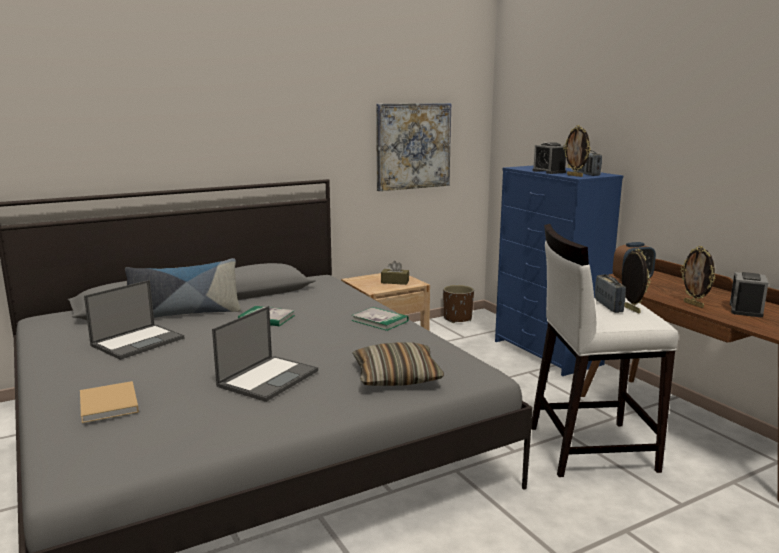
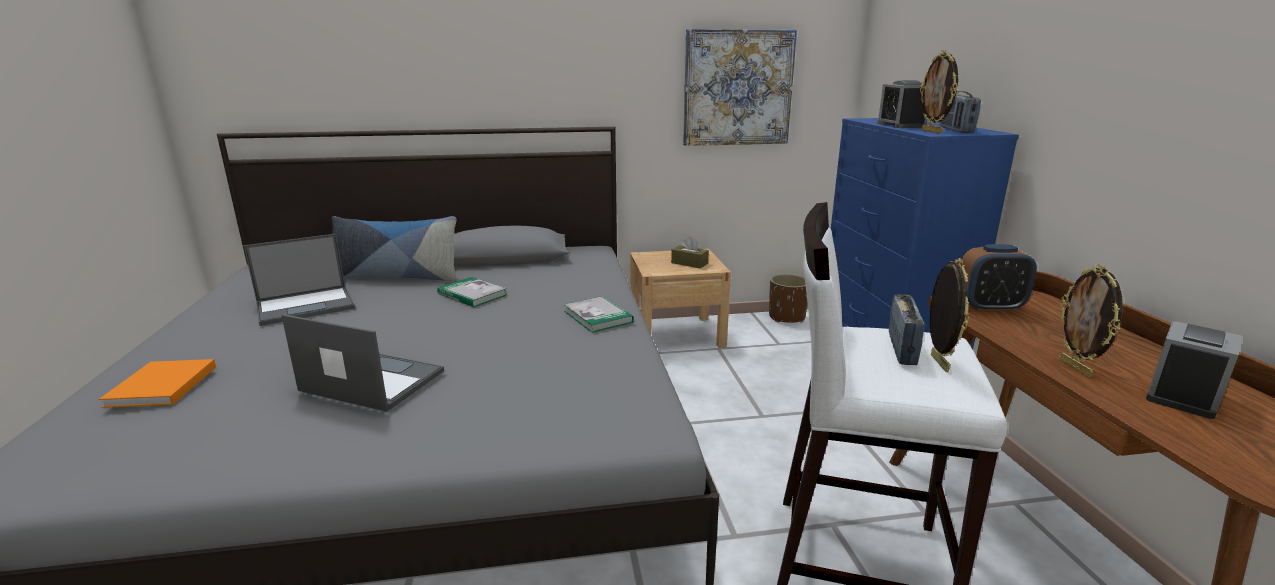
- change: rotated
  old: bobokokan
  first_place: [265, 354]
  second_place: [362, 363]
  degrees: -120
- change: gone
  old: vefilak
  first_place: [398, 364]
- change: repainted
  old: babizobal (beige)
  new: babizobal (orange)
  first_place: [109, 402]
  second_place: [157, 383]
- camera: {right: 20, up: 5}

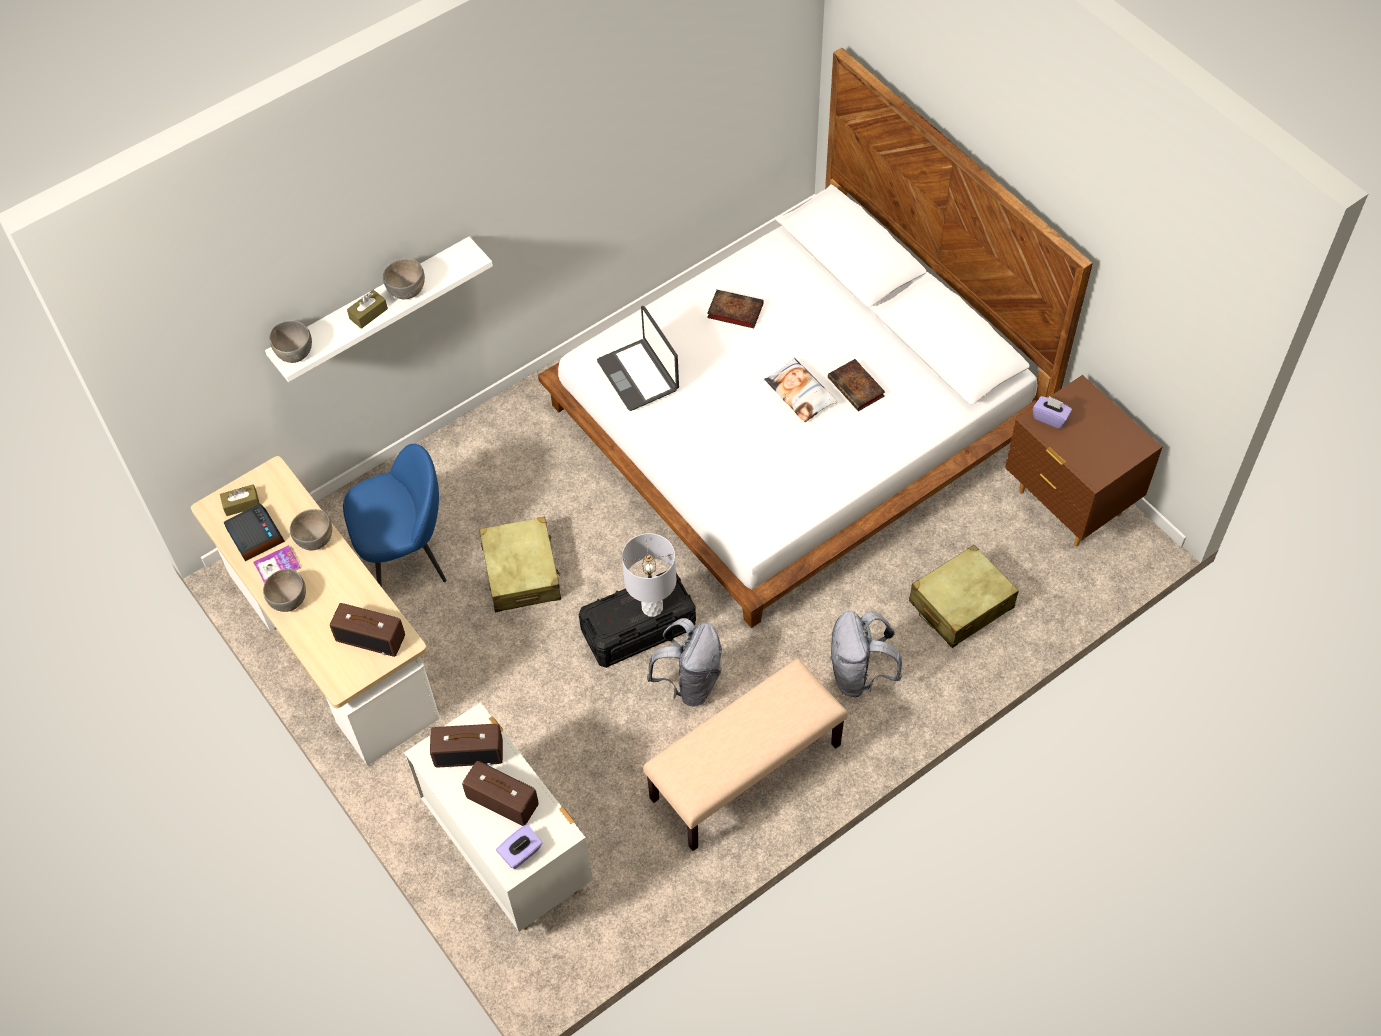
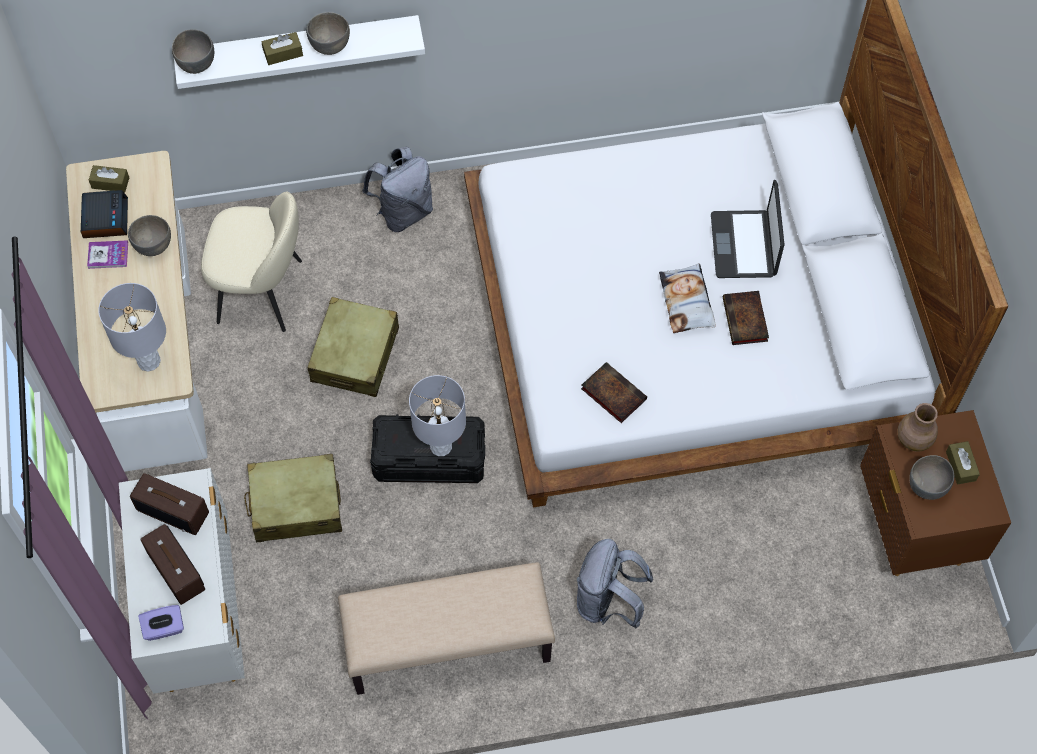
- change: shifted
  old: babizobal
  first_place: [735, 308]
  second_place: [614, 392]
- change: shifted
  old: bobokokan
  first_place: [638, 358]
  second_place: [748, 229]
- change: swapped
  old: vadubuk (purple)
  new: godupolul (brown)
  first_place: [1052, 412]
  second_place: [918, 427]
- change: repainted
  old: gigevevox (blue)
  new: gigevevox (beige)
  first_place: [395, 515]
  second_place: [251, 262]
- change: shifted
  old: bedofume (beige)
  first_place: [964, 596]
  second_place: [293, 498]
- change: shifted
  old: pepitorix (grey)
  first_place: [284, 590]
  second_place: [931, 477]
- change: swapped
  old: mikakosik
  new: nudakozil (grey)
  first_place: [367, 630]
  second_place: [132, 327]
- change: shifted
  old: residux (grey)
  first_place: [684, 662]
  second_place: [397, 189]
- change: new
  new: vadubuk (brown)
  second_place: [963, 462]
- camera: {right: 25, up: 5}

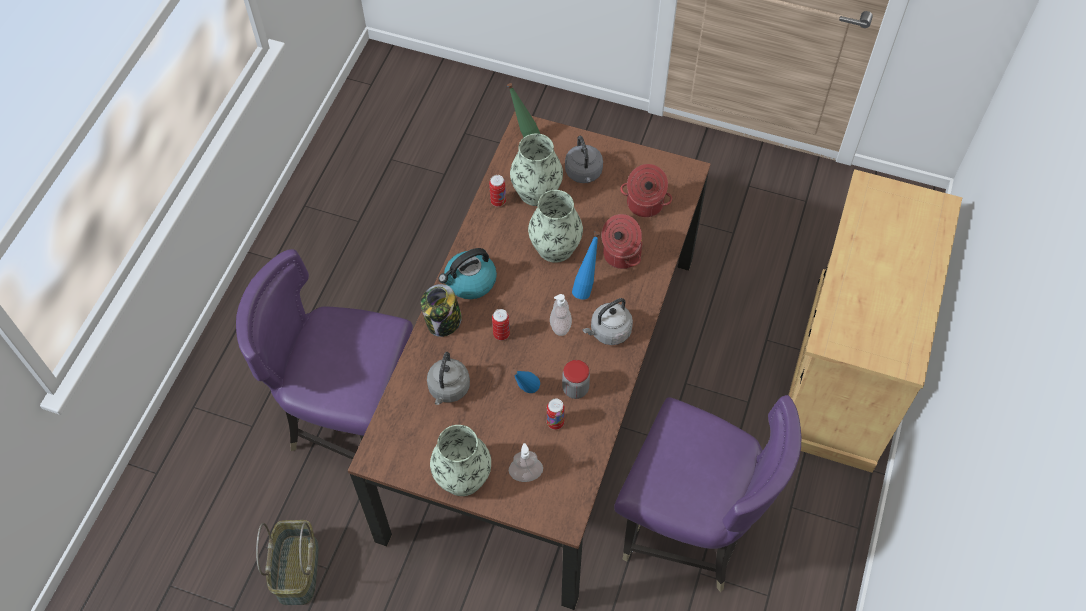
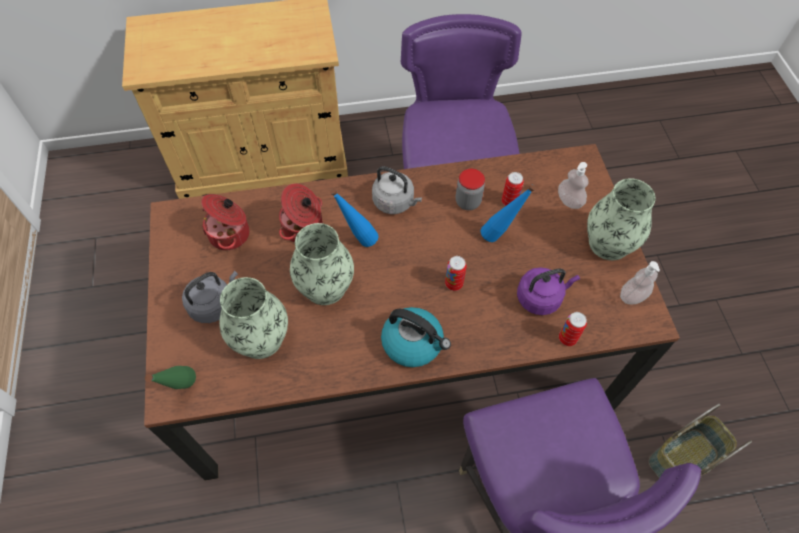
- change: shifted
  old: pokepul
  first_place: [497, 191]
  second_place: [573, 329]
- change: gone
  old: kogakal
  first_place: [441, 310]
- change: shifted
  old: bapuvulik
  first_place: [561, 315]
  second_place: [640, 282]
- change: repainted
  old: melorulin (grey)
  new: melorulin (purple)
  first_place: [448, 378]
  second_place: [548, 291]
- camera: {right: -120, up: 0}

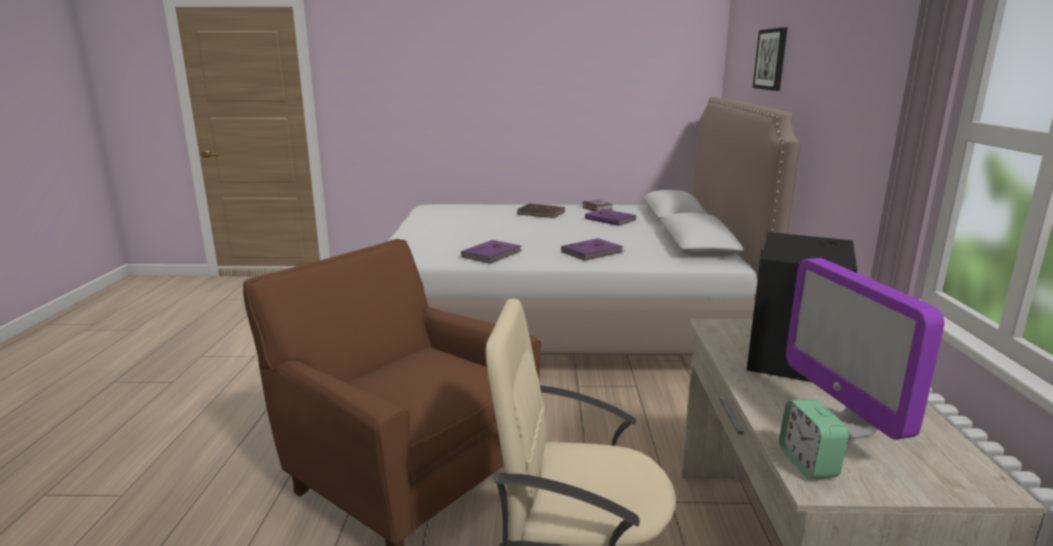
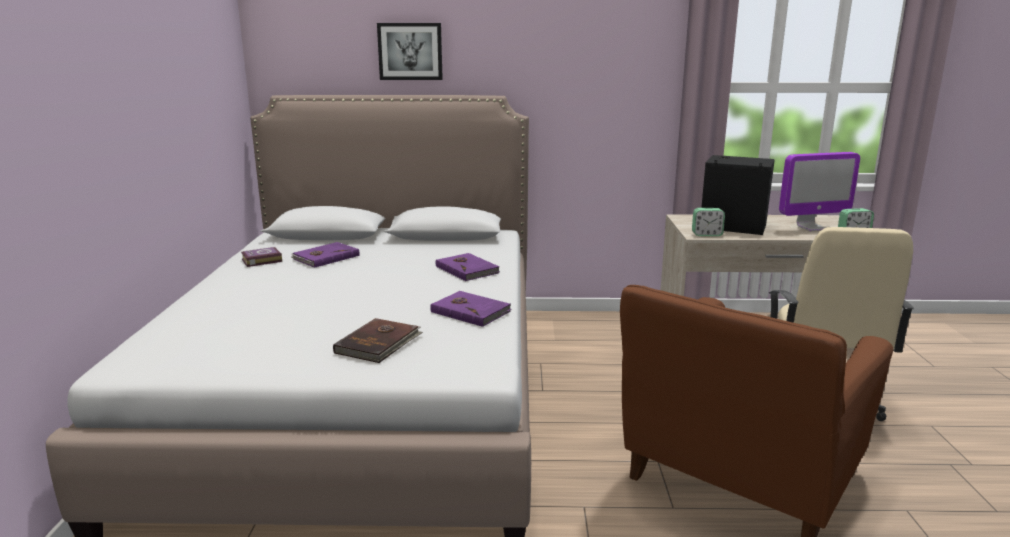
- change: shifted
  old: babizobal (brown)
  first_place: [541, 211]
  second_place: [378, 340]
- change: new
  new: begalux
  second_place: [708, 222]
- camera: {right: -90, up: 0}

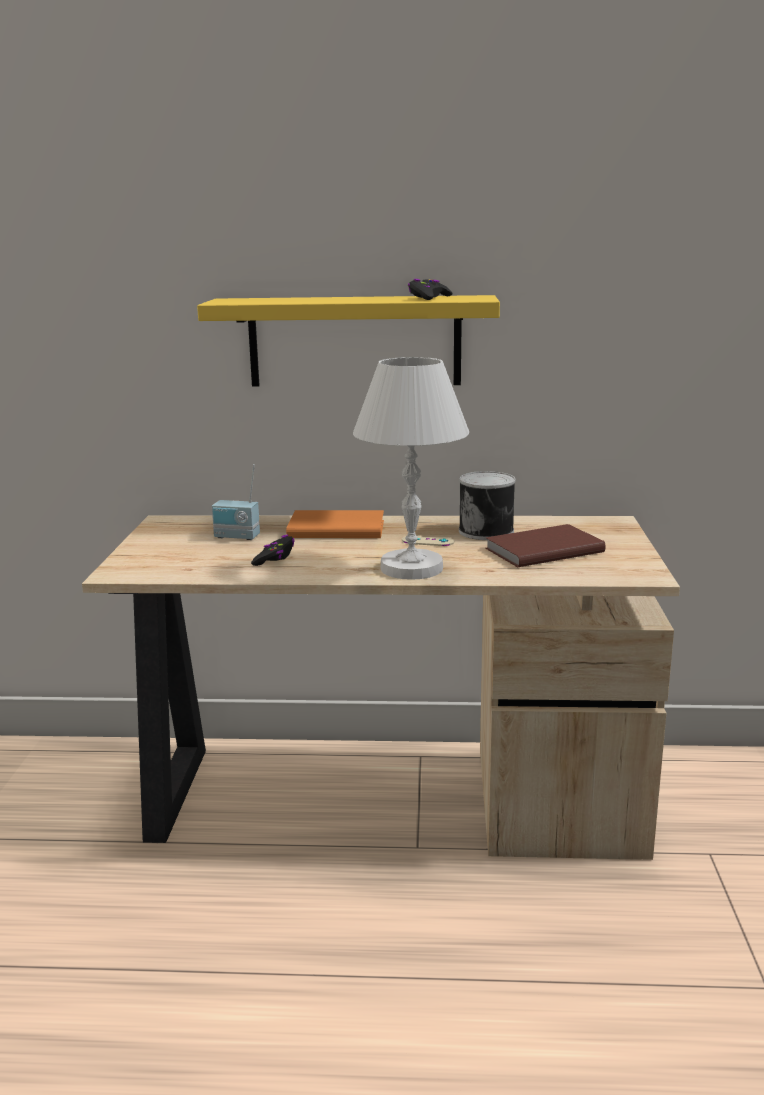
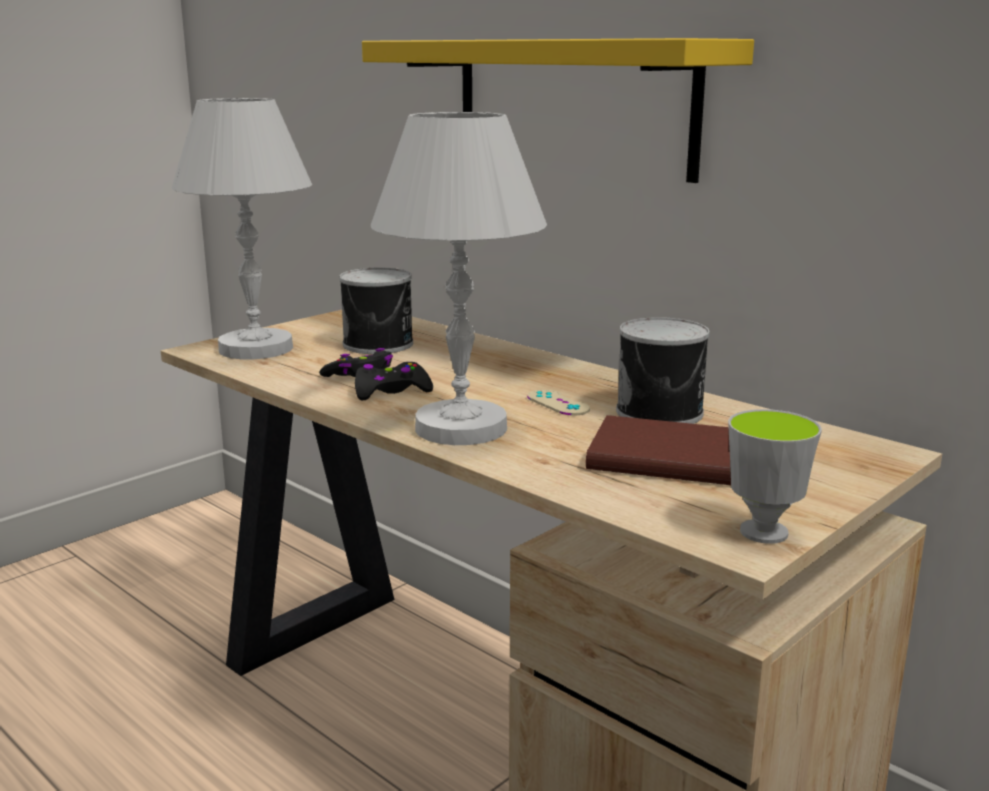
- change: shifted
  old: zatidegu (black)
  first_place: [430, 289]
  second_place: [394, 381]
- change: swapped
  old: mikakosik
  new: pokepul
  first_place: [236, 502]
  second_place: [376, 311]
- change: gone
  old: babizobal (orange)
  first_place: [335, 524]
- change: new
  new: nudakozil (white)
  second_place: [242, 228]
- change: new
  new: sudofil
  second_place: [775, 476]
- camera: {right: 40, up: 0}

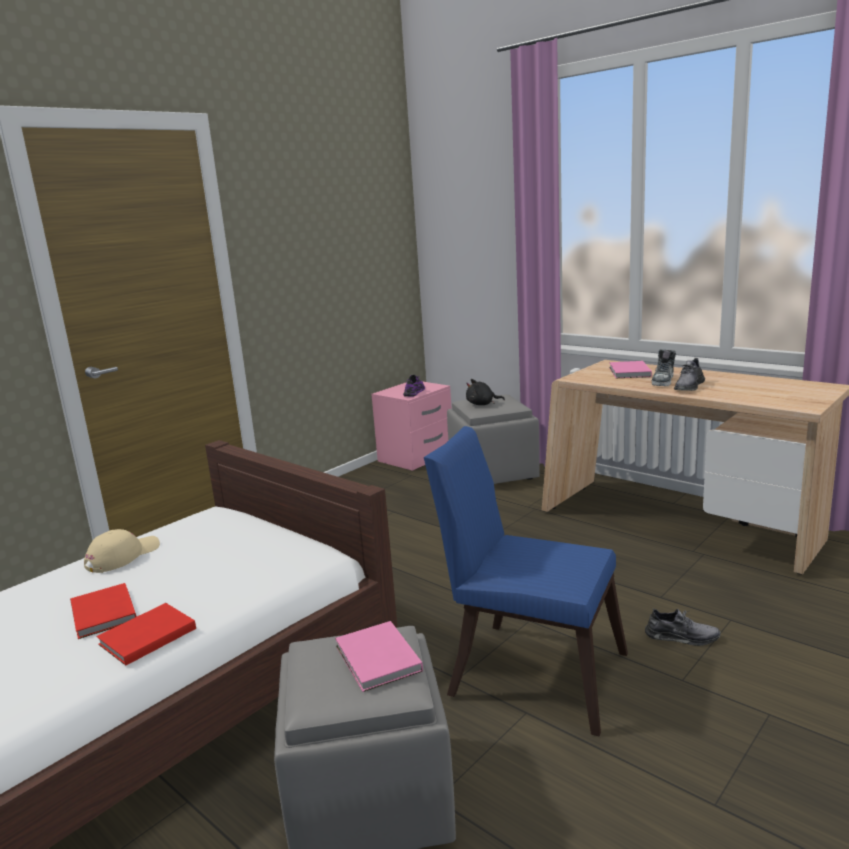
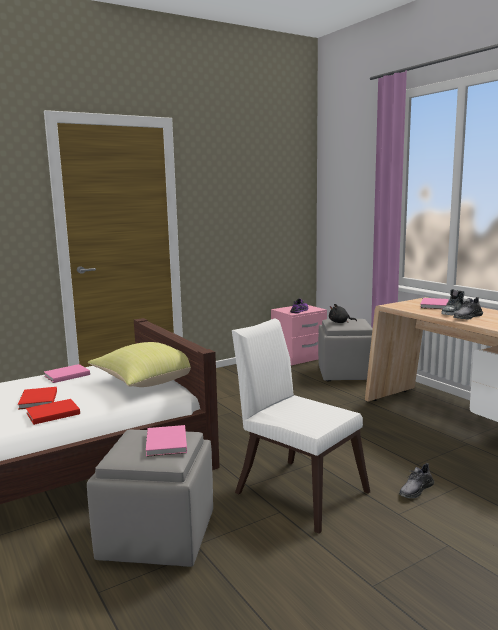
- change: repainted
  old: gigevevox (blue)
  new: gigevevox (white)
  first_place: [526, 581]
  second_place: [301, 426]
- change: swapped
  old: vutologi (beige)
  new: babizobal (pink)
  first_place: [122, 551]
  second_place: [67, 373]
- change: rotated
  old: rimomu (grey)
  first_place: [683, 627]
  second_place: [416, 480]
  degrees: 105
- change: new
  new: vefilak (yellow)
  second_place: [139, 364]
- camera: {right: 15, up: -5}

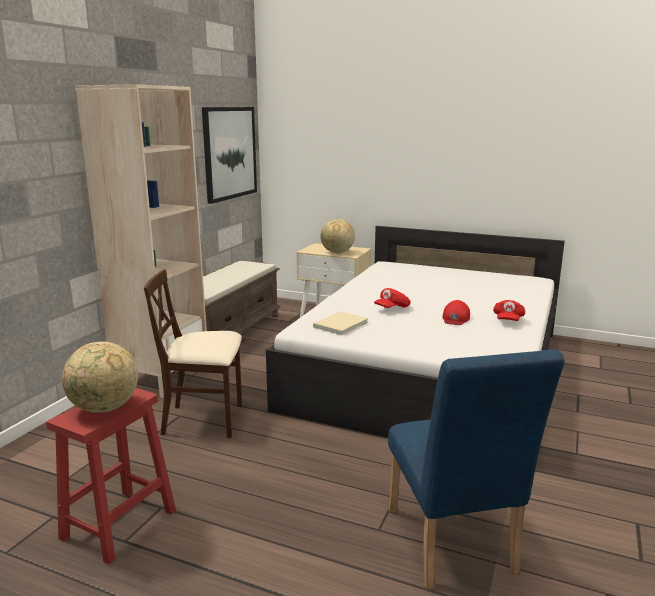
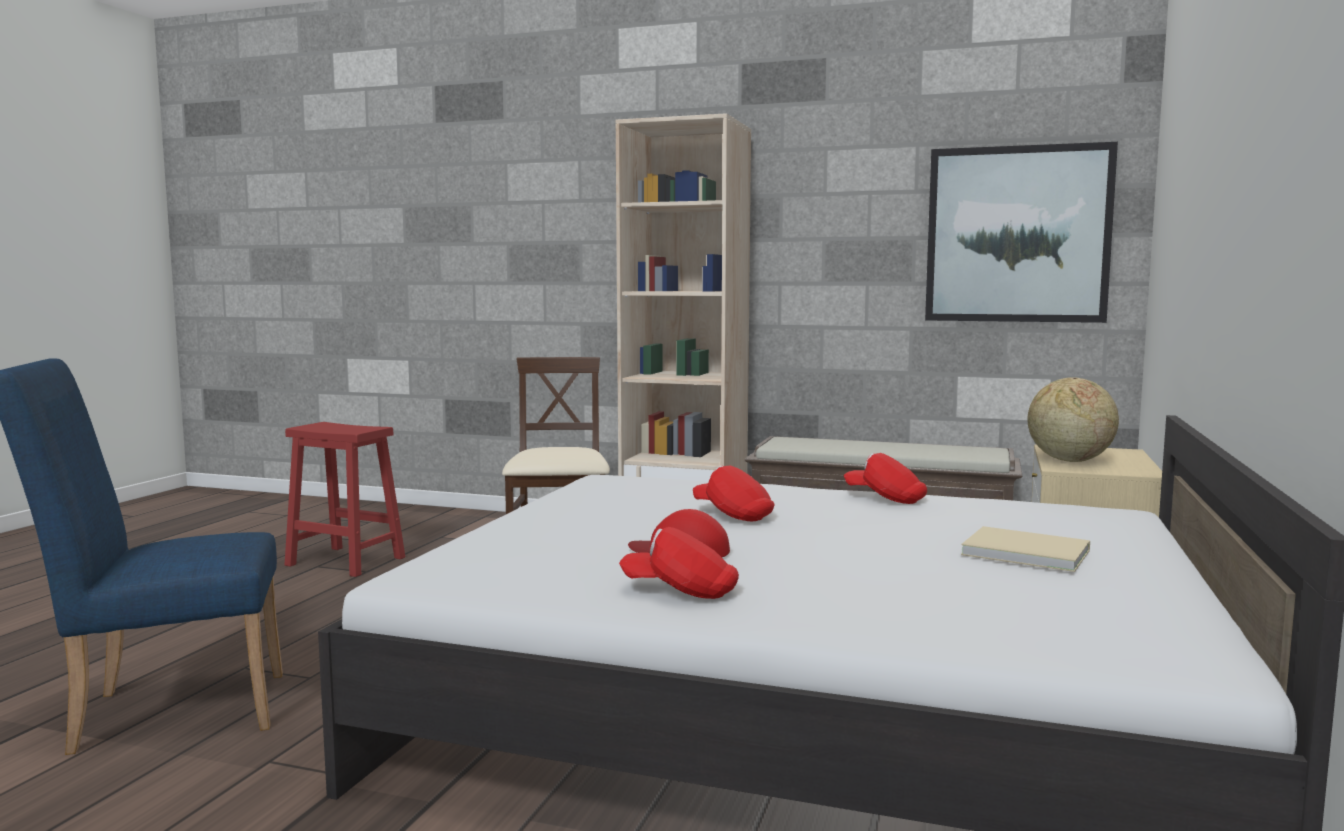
- change: shifted
  old: babizobal (beige)
  first_place: [340, 323]
  second_place: [1025, 549]
- change: gone
  old: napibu
  first_place: [100, 377]
- change: new
  new: vutologi (red)
  second_place: [885, 478]
- camera: {right: 85, up: -10}

